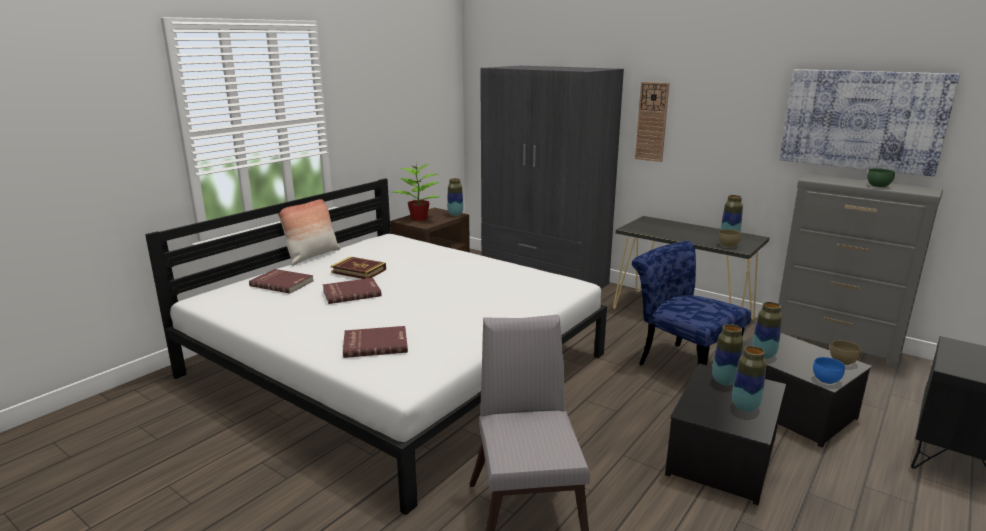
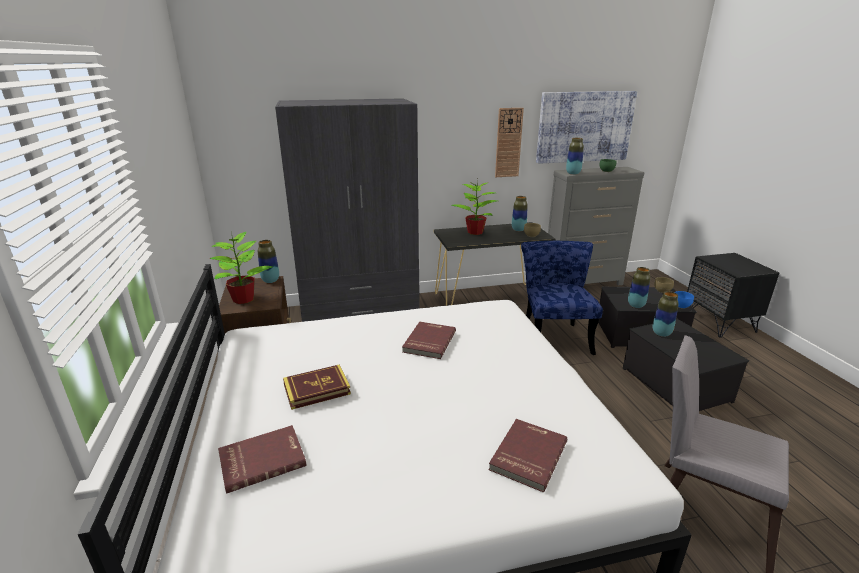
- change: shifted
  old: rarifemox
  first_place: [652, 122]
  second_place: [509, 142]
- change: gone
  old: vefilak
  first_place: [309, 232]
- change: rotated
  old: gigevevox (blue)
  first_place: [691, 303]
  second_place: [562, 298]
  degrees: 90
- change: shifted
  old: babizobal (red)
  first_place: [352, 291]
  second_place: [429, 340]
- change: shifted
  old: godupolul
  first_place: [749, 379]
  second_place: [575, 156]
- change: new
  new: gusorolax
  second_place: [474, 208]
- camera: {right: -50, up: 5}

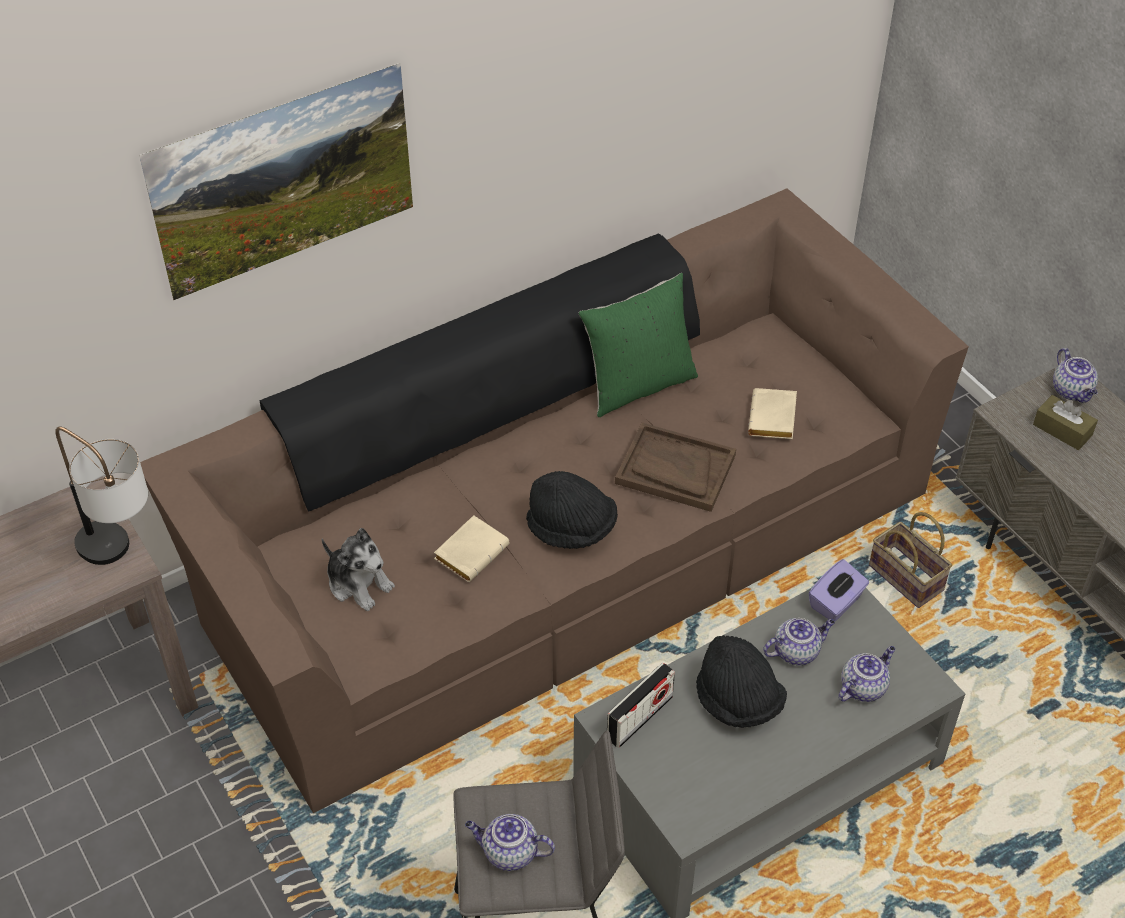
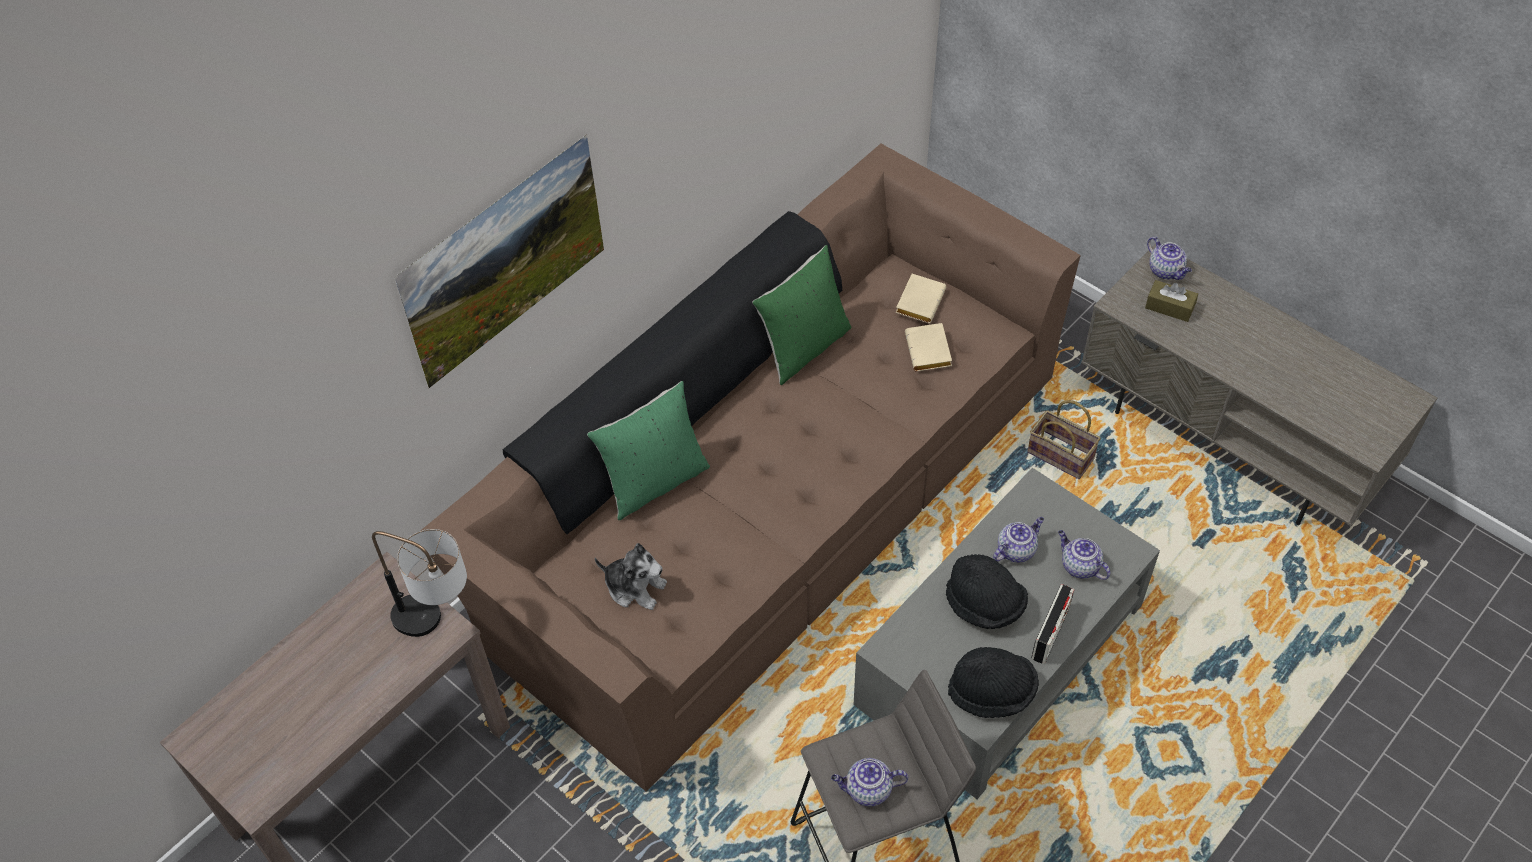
- change: gone
  old: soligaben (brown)
  first_place: [675, 467]
- change: shifted
  old: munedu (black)
  first_place: [572, 510]
  second_place: [993, 682]
- change: shifted
  old: babizobal (beige)
  first_place: [472, 548]
  second_place: [920, 298]
- change: gone
  old: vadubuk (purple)
  first_place: [838, 590]
- change: rotated
  old: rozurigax
  first_place: [866, 674]
  second_place: [1084, 555]
  degrees: -75
- change: shifted
  old: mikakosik
  first_place: [641, 705]
  second_place: [1052, 624]
- change: new
  new: vefilak (green)
  second_place: [648, 450]
- camera: {right: -15, up: 5}

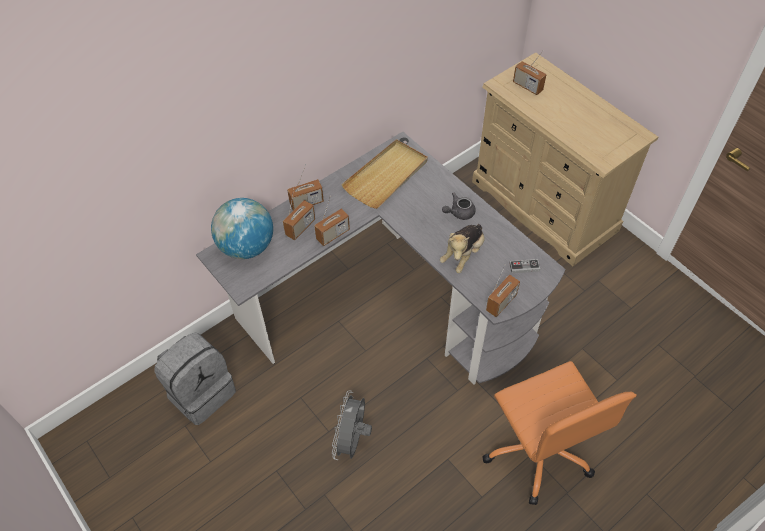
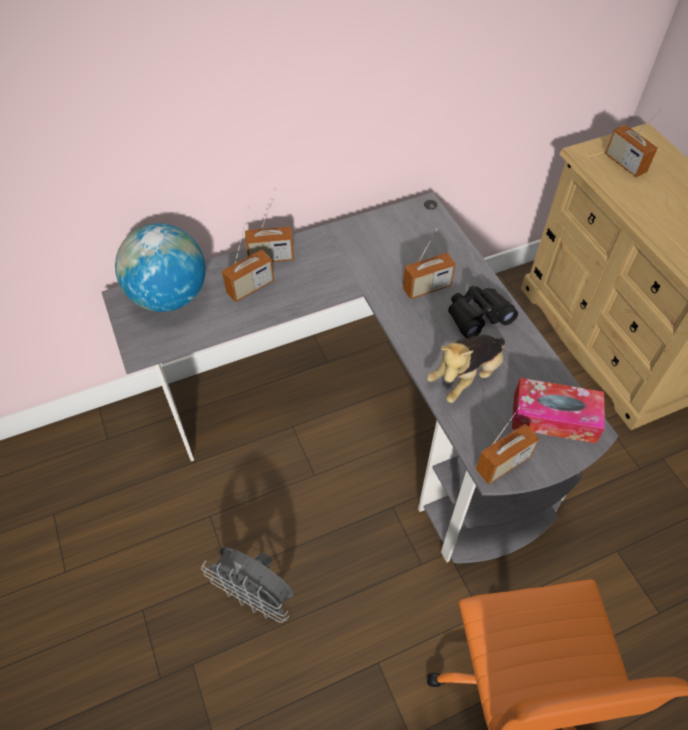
- change: gone
  old: soligaben (beige)
  first_place: [384, 174]
- change: swapped
  old: rozurigax (grey)
  new: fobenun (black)
  first_place: [459, 206]
  second_place: [483, 312]
- change: shifted
  old: mikakosik
  first_place: [332, 221]
  second_place: [429, 263]
- change: swapped
  old: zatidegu
  new: vadubuk
  first_place: [524, 266]
  second_place: [558, 410]
- change: gone
  old: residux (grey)
  first_place: [195, 378]
- change: rotated
  old: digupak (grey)
  first_place: [352, 425]
  second_place: [247, 585]
  degrees: -90
- camera: {right: 15, up: 0}

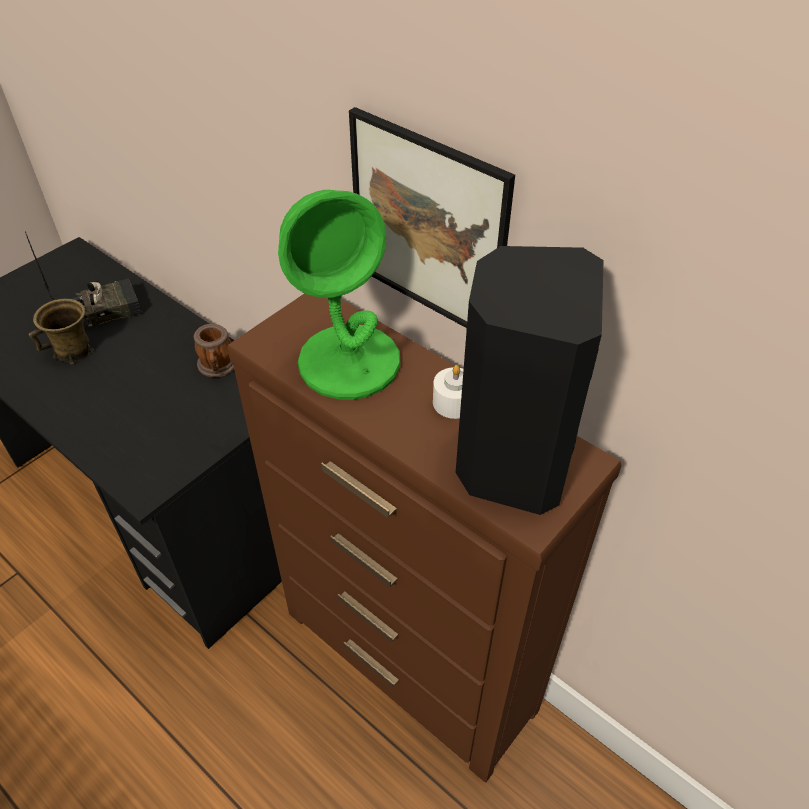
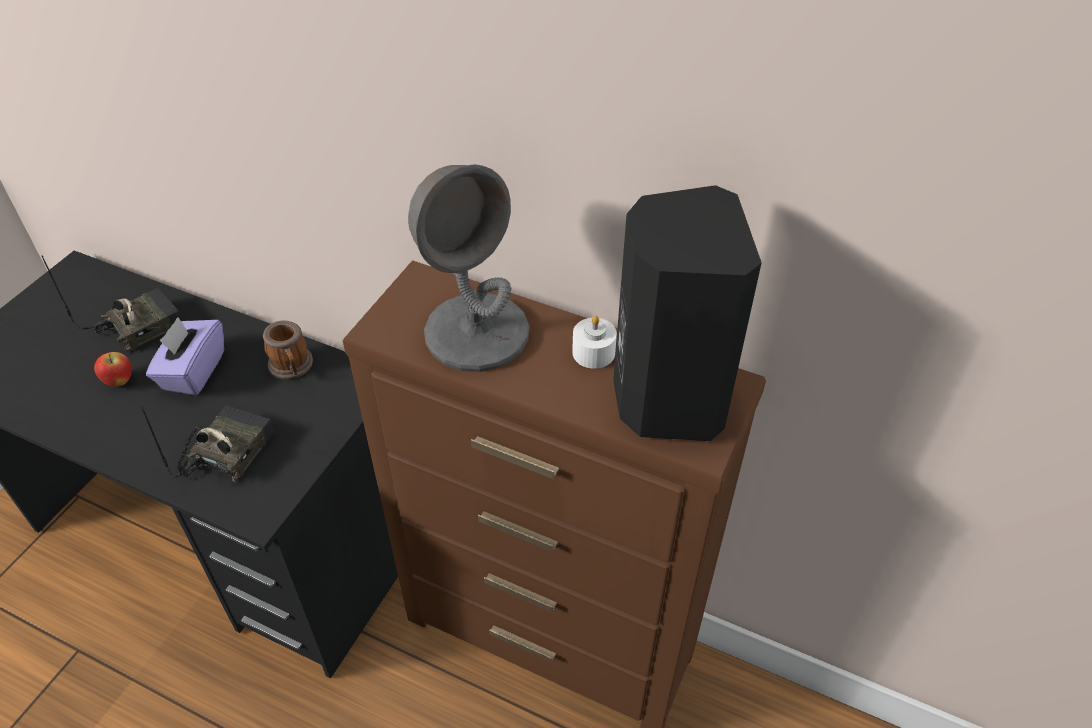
- change: gone
  old: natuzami
  first_place: [432, 217]
- change: repainted
  old: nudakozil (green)
  new: nudakozil (grey)
  first_place: [339, 295]
  second_place: [469, 268]
- change: swapped
  old: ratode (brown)
  new: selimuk
  first_place: [61, 332]
  second_place: [113, 369]
- change: new
  new: vadubuk (purple)
  second_place: [185, 356]
- change: new
  new: mikakosik
  second_place: [207, 443]
- camera: {right: -15, up: 0}

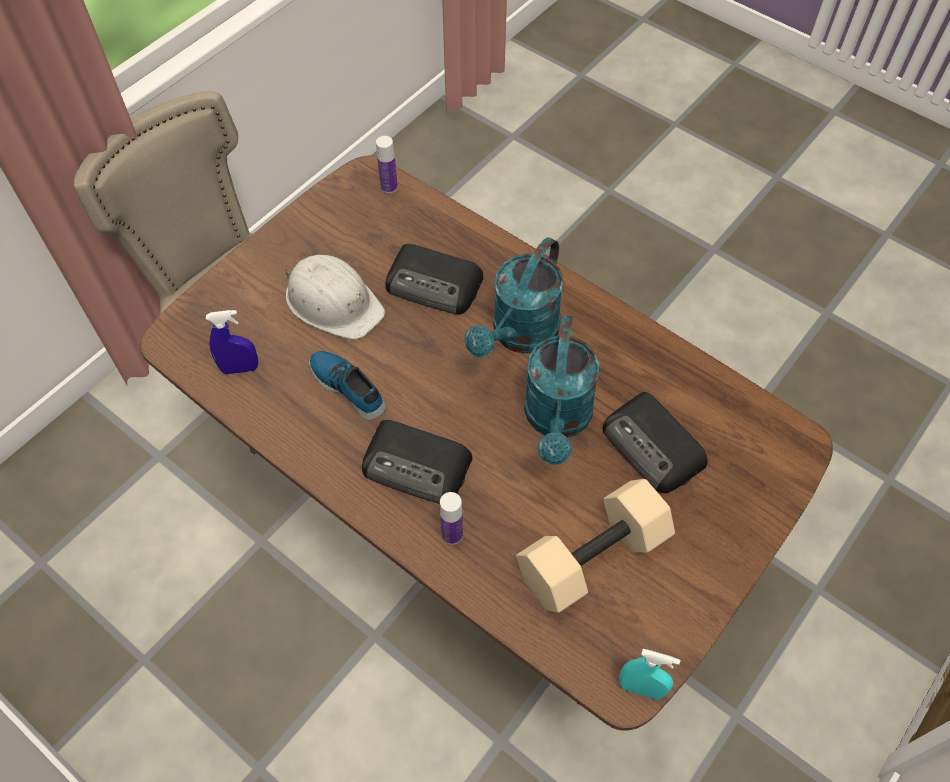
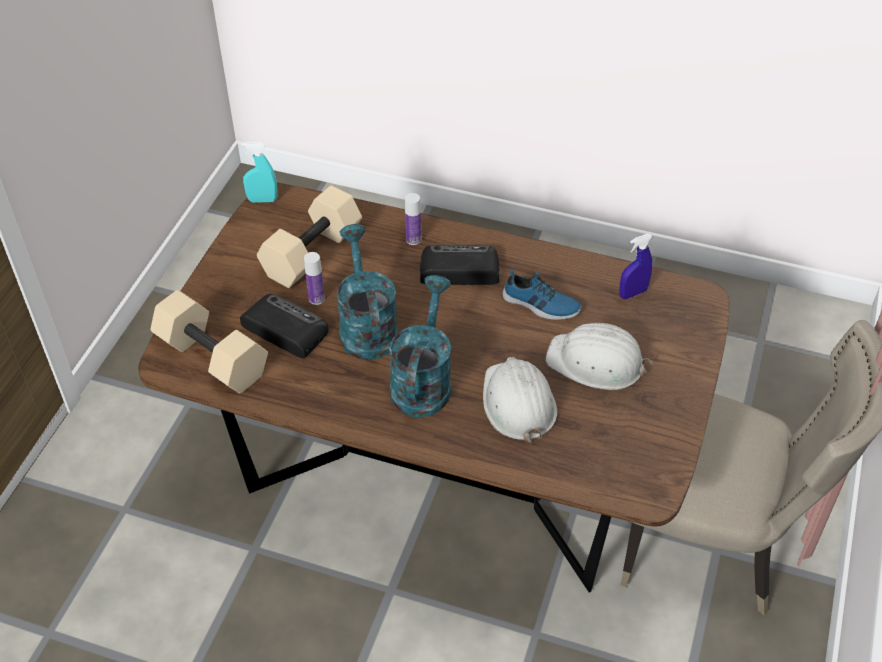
- change: shifted
  old: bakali
  first_place: [387, 165]
  second_place: [314, 278]
- change: swapped
  old: mikakosik
  new: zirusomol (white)
  first_place: [434, 279]
  second_place: [520, 400]
- change: new
  new: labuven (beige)
  second_place: [209, 342]
- camera: {right: 160, up: -10}

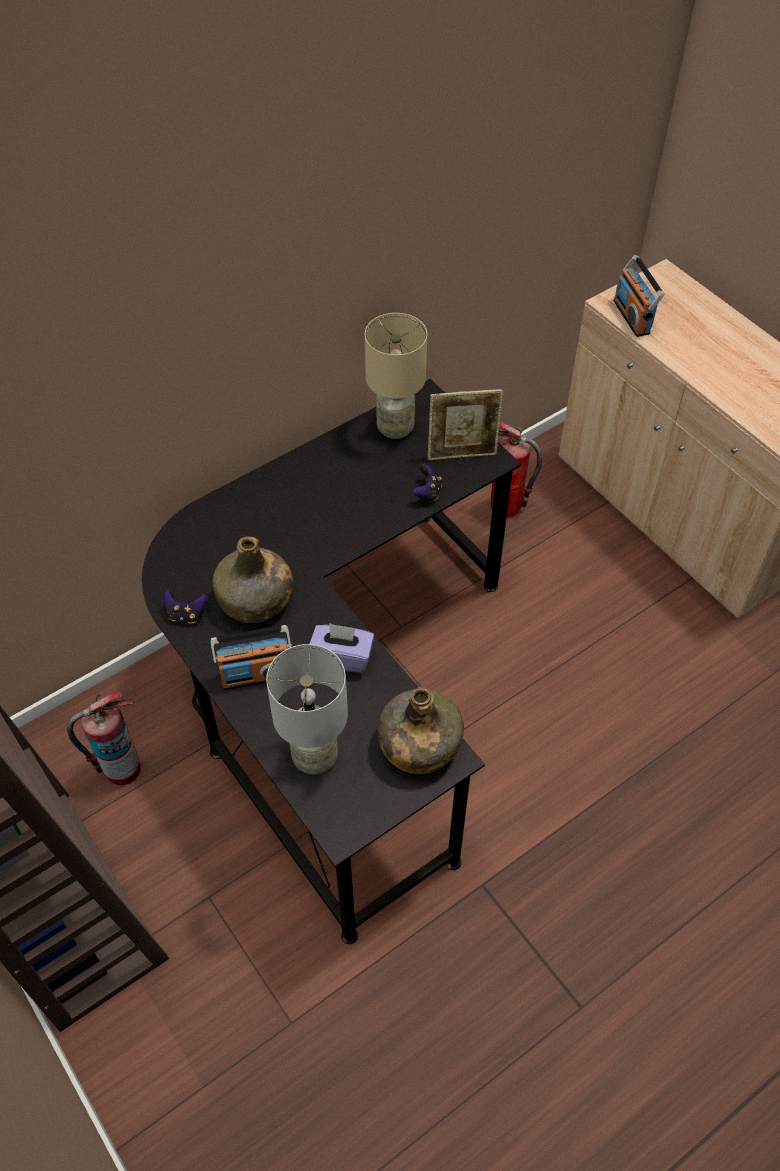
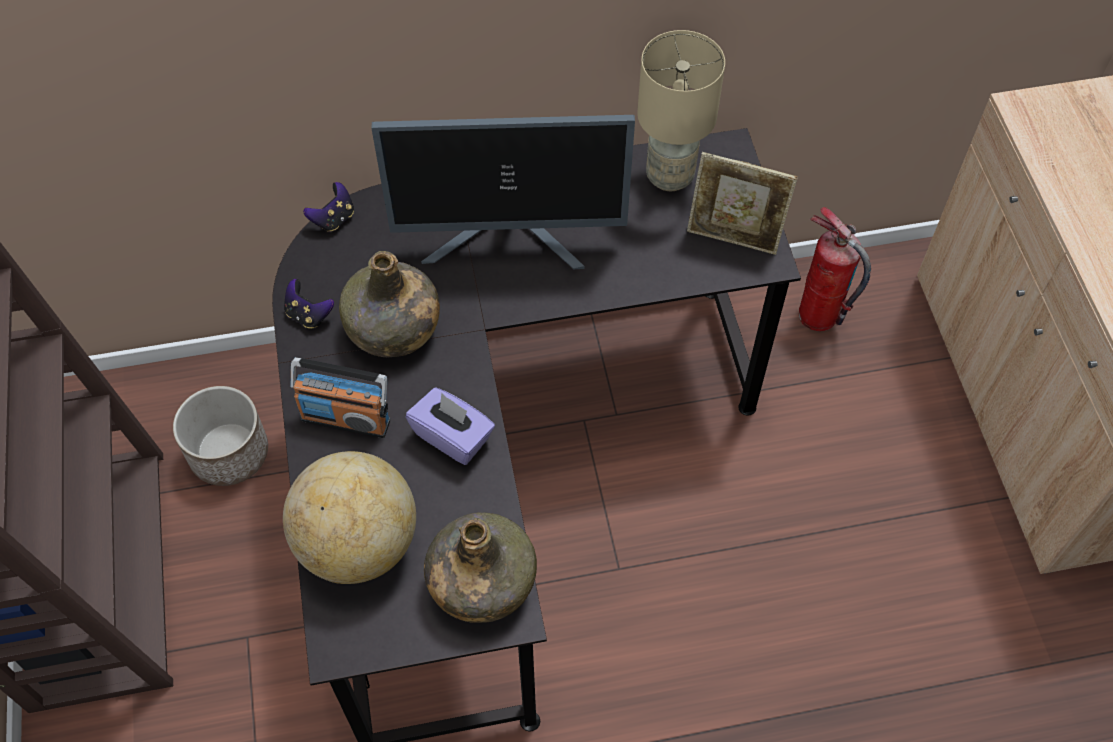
- change: gone
  old: mikakosik
  first_place: [638, 296]
- change: shifted
  old: zatidegu
  first_place: [427, 483]
  second_place: [328, 207]
- change: swapped
  old: nudakozil (grey)
  new: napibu
  first_place: [307, 709]
  second_place: [349, 517]
- change: swapped
  old: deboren
  new: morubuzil
  first_place: [104, 738]
  second_place: [220, 436]
- change: new
  new: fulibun
  second_place: [503, 192]
- camera: {right: 25, up: 5}

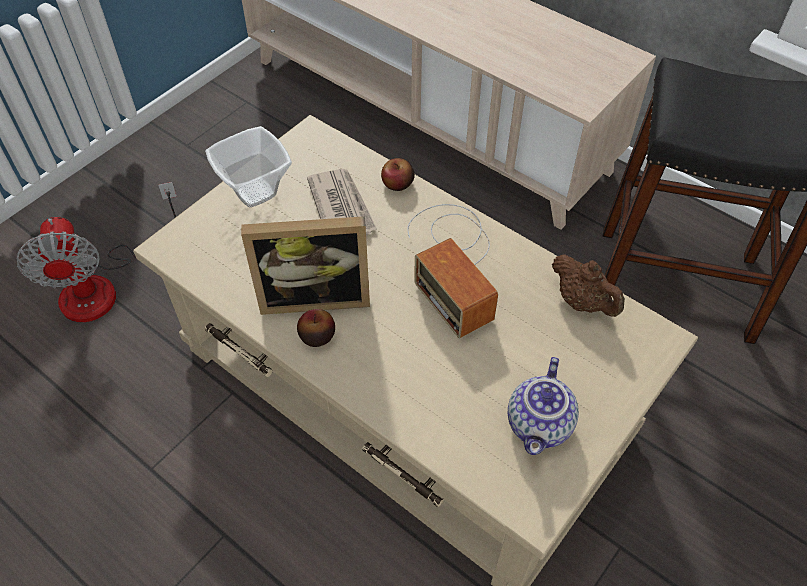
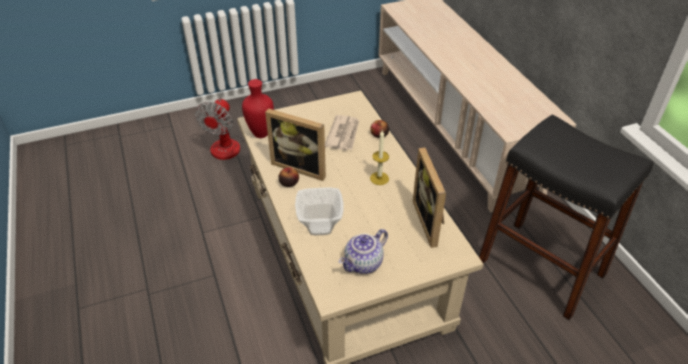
- change: shifted
  old: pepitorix
  first_place: [248, 167]
  second_place: [319, 211]
- change: swapped
  old: mikakosik
  new: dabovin
  first_place: [452, 271]
  second_place: [379, 157]
- change: swapped
  old: rozurigax (brown)
  new: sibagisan
  first_place: [588, 285]
  second_place: [429, 198]
- change: new
  new: godupolul (red)
  second_place: [258, 108]
- camera: {right: 30, up: -10}

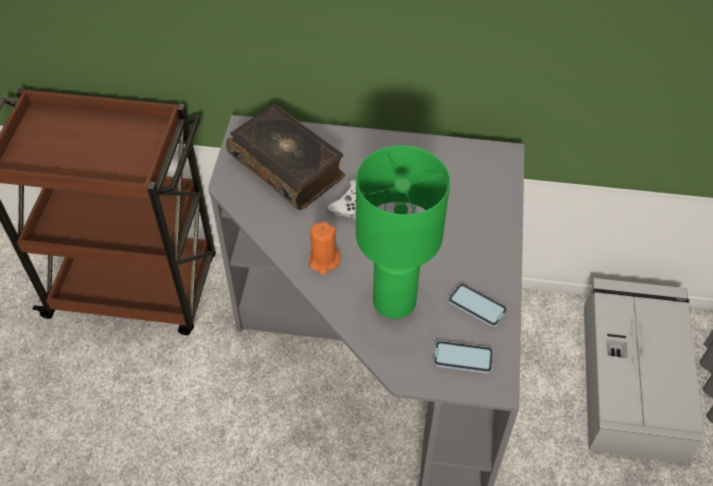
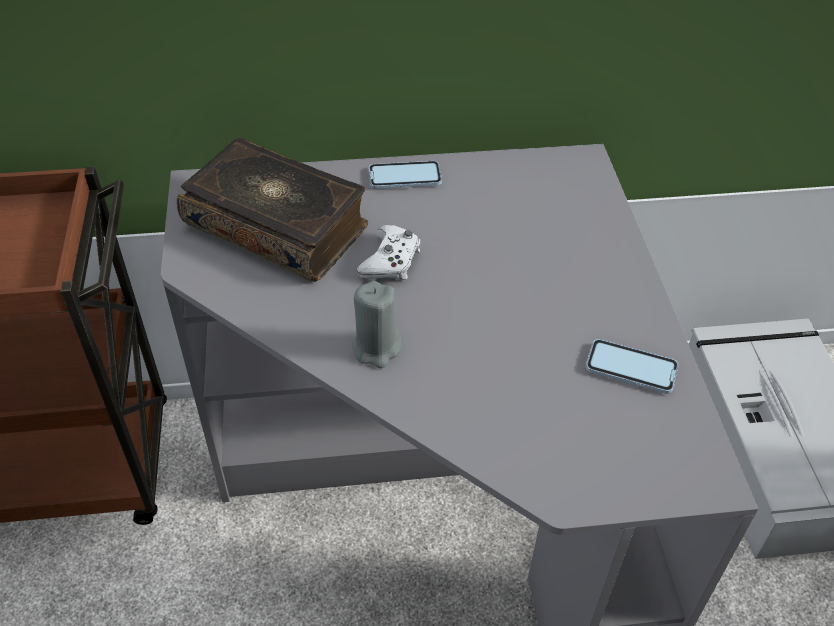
- change: gone
  old: nudakozil (green)
  first_place: [403, 232]
- change: repainted
  old: dabovin (orange)
  new: dabovin (grey)
  first_place: [325, 248]
  second_place: [377, 324]
- change: shifted
  old: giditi
  first_place: [463, 357]
  second_place: [405, 175]
- camera: {right: -15, up: -5}

